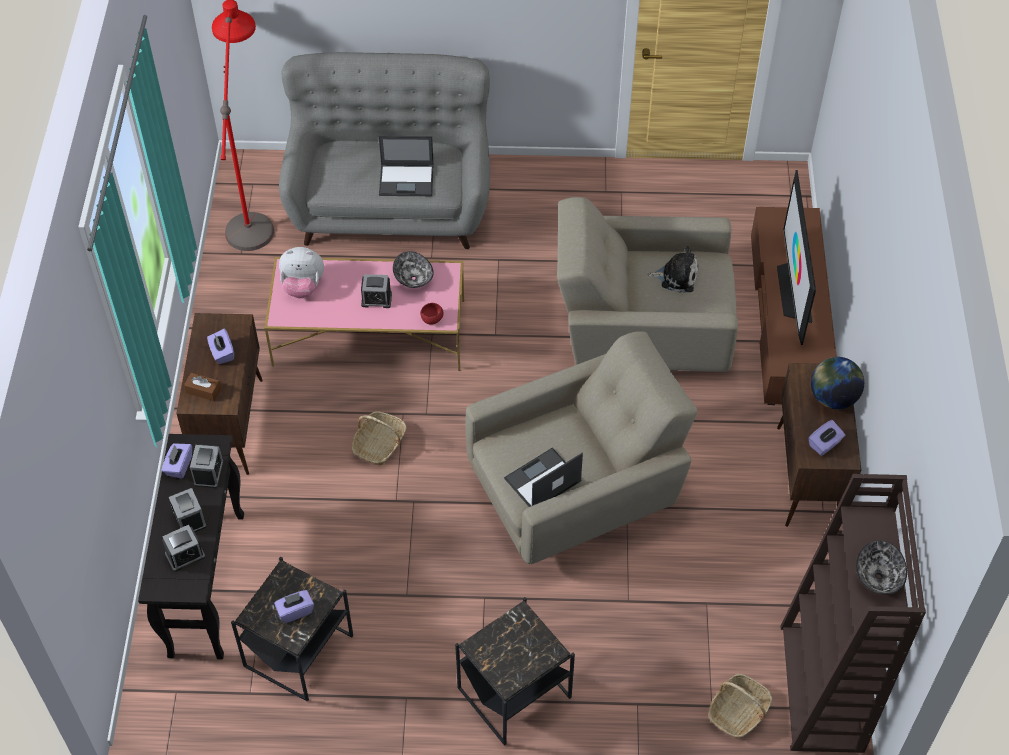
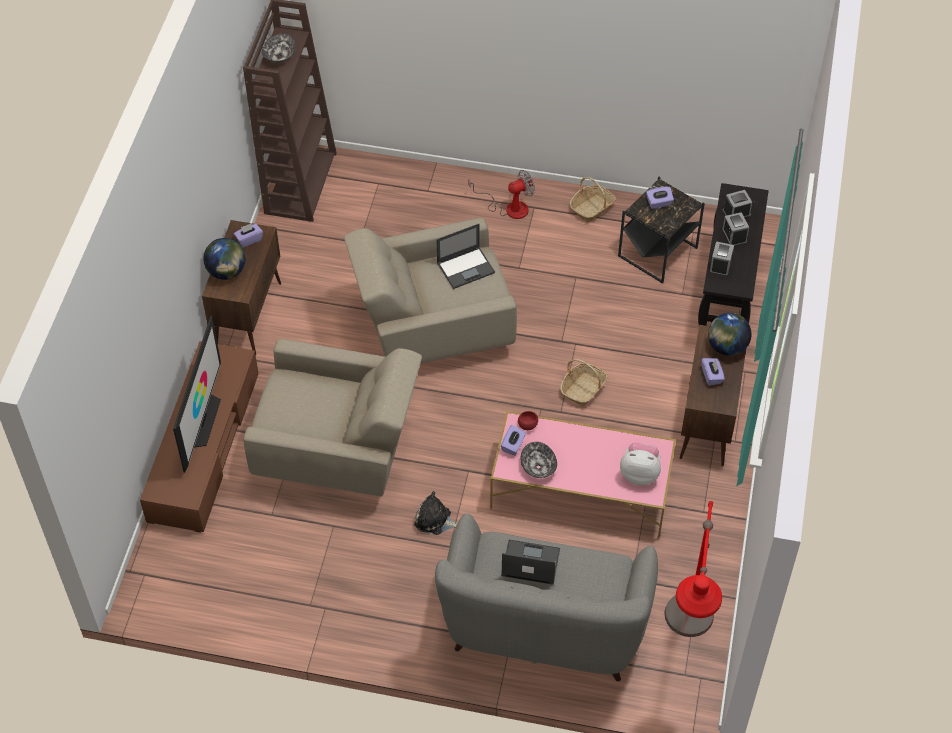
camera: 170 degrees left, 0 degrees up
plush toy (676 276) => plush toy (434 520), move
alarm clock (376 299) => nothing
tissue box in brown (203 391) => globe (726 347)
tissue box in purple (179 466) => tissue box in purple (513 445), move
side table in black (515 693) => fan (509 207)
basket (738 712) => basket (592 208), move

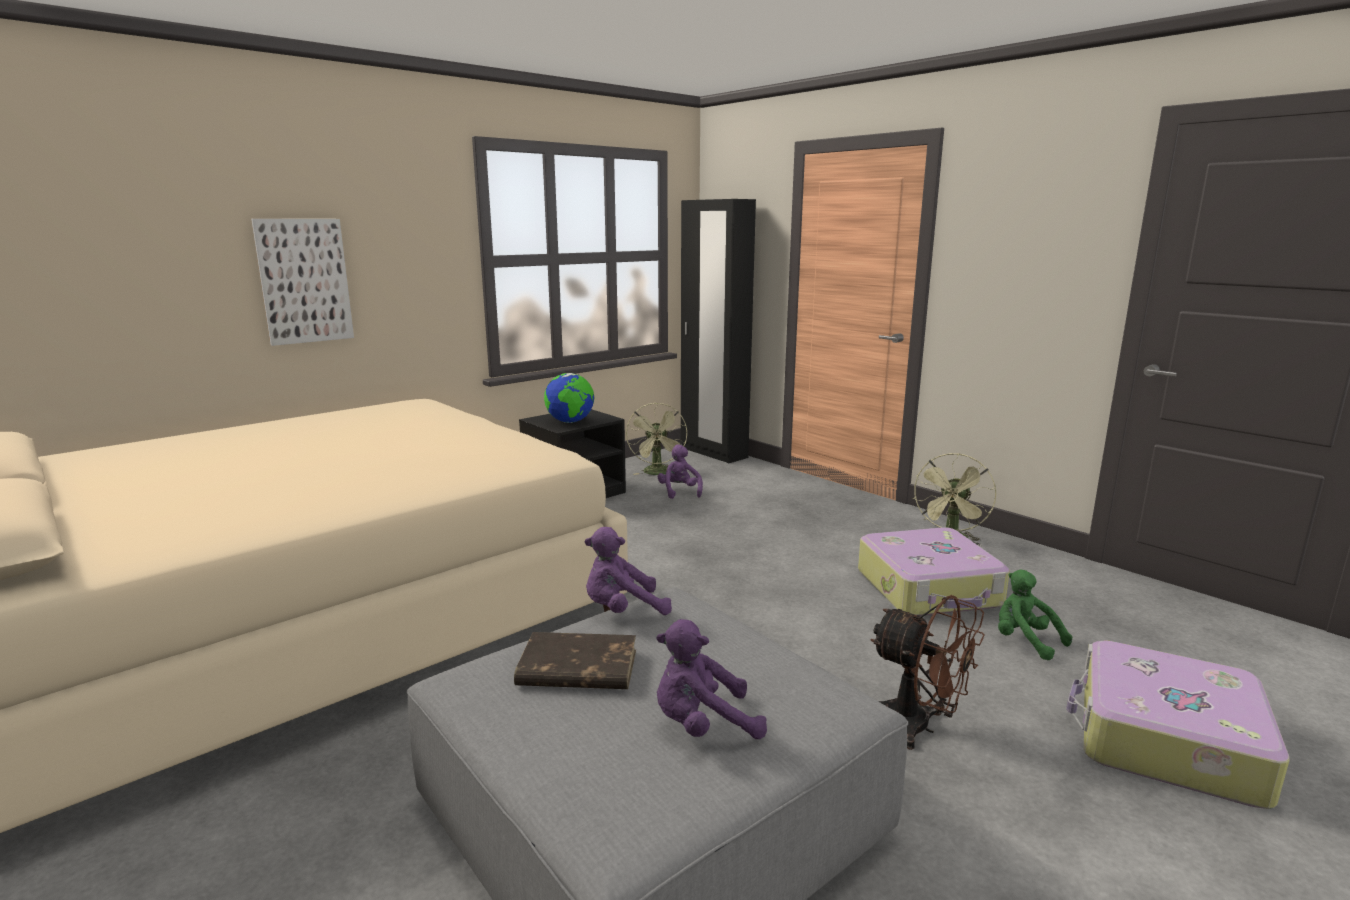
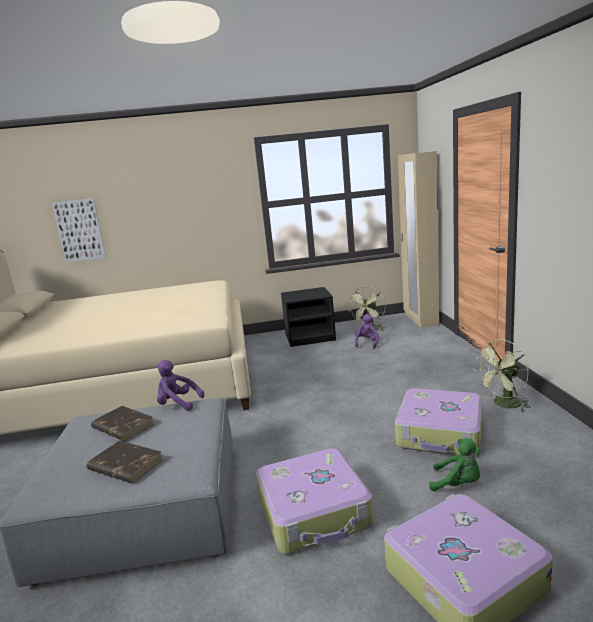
camera: 35 degrees right, 0 degrees up
wardrobe in black (713 453) => wardrobe in beige (420 320)
picture (304 281) => picture (79 230), move
globe (570 422) => nothing
plush toy in green (1025 641) => plush toy in green (458 484), 120 degrees clockwise
fan in brown (918 727) => suitcase (315 512)
plush toy in purple (702 725) => book in brown (125 465)

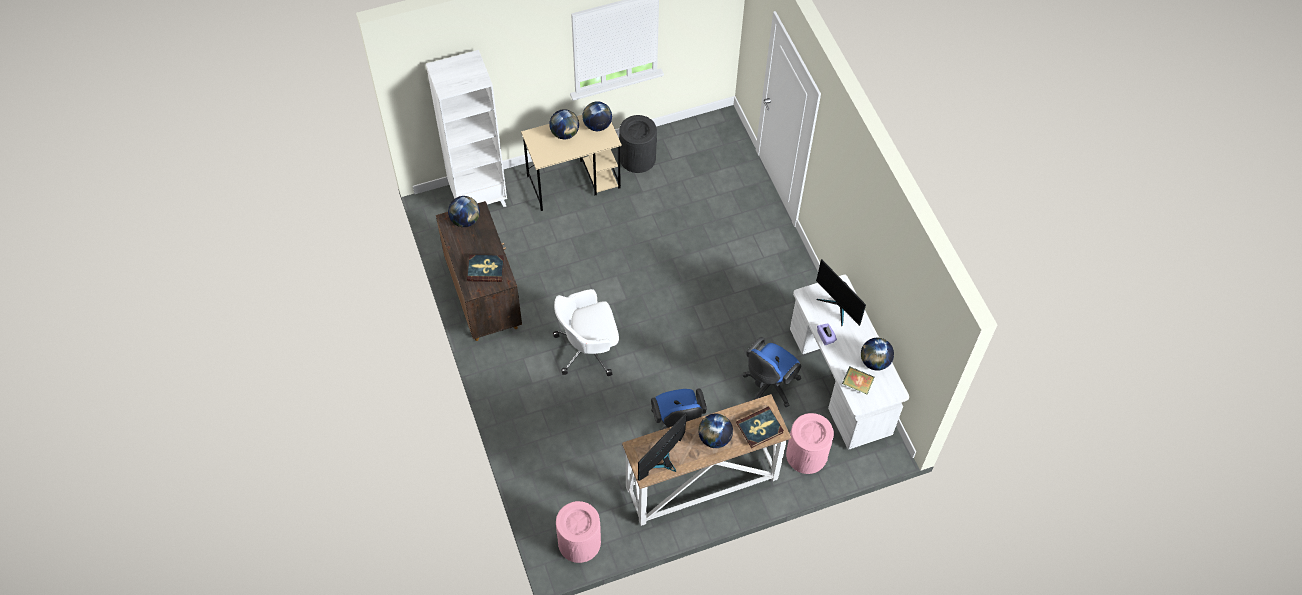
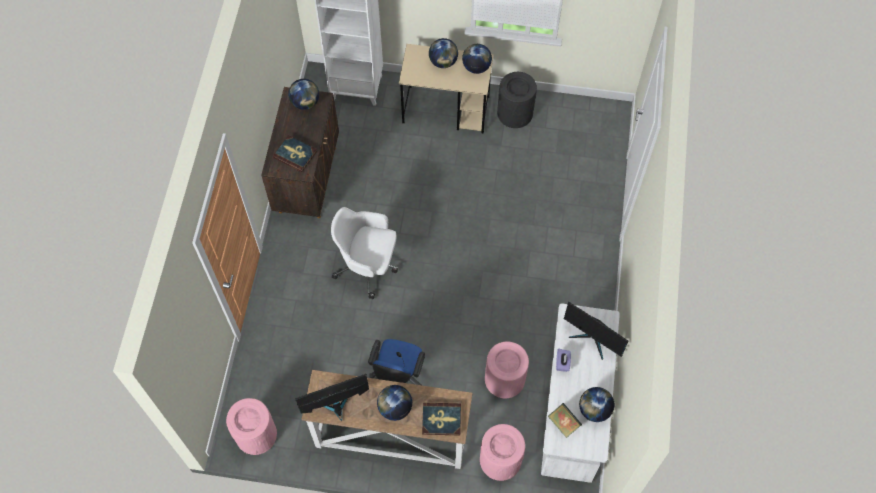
camera: 30 degrees right, 5 degrees up
monitor (838 306) => monitor (592 339), 45 degrees counterclockwise
office chair in blue (768 387) => trash can in pink (504 379)

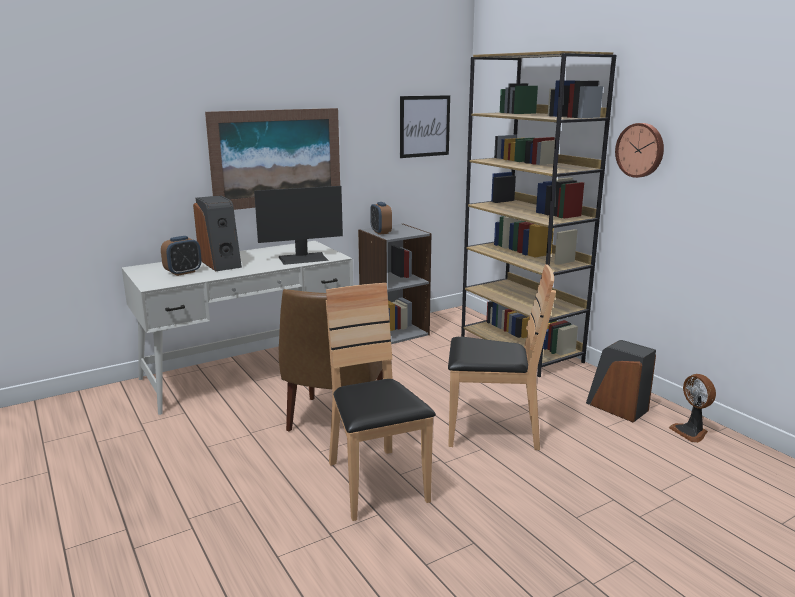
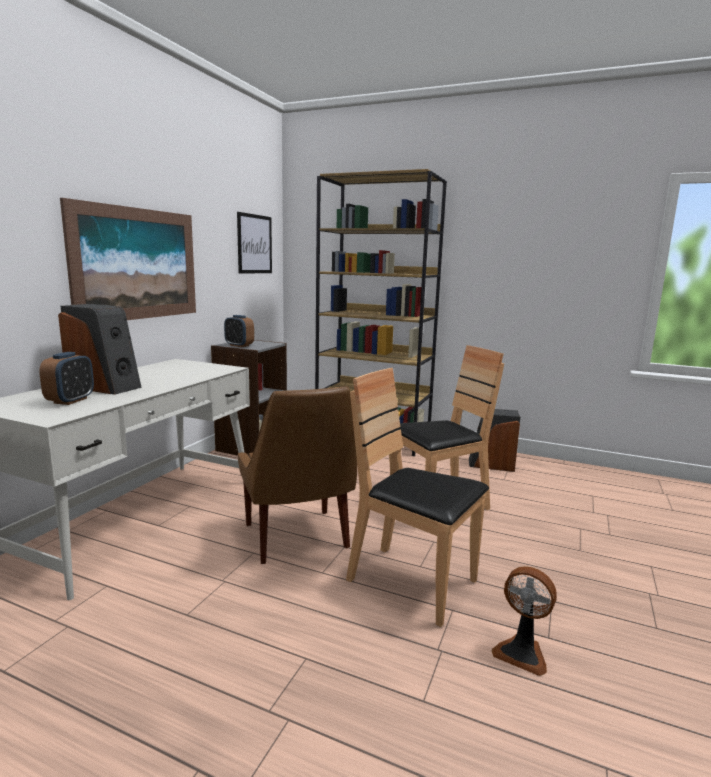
camera: 35 degrees left, 5 degrees down
wall clock (640 150) => nothing
monitor (303 258) => nothing
fan (691 432) => fan (522 652), move

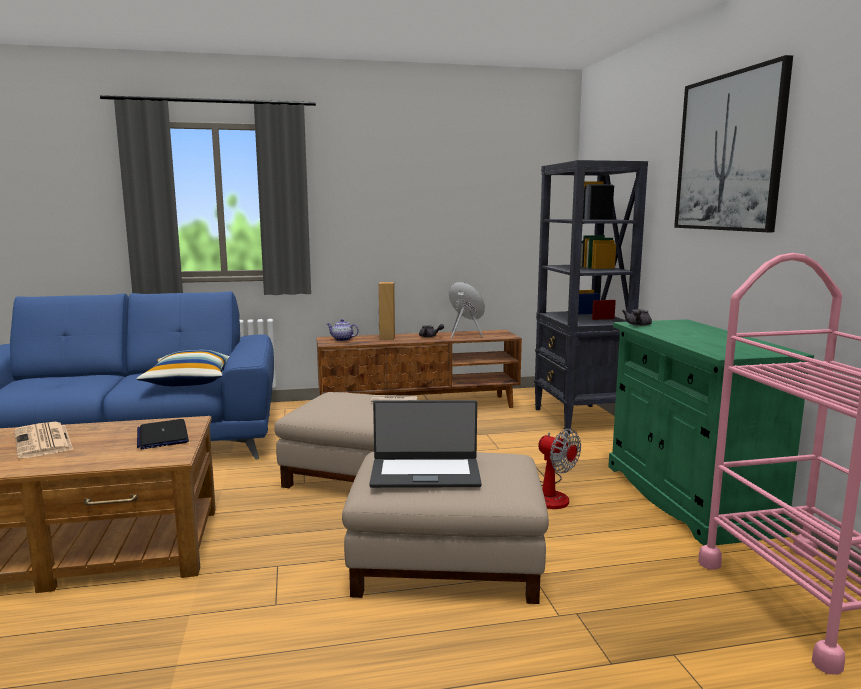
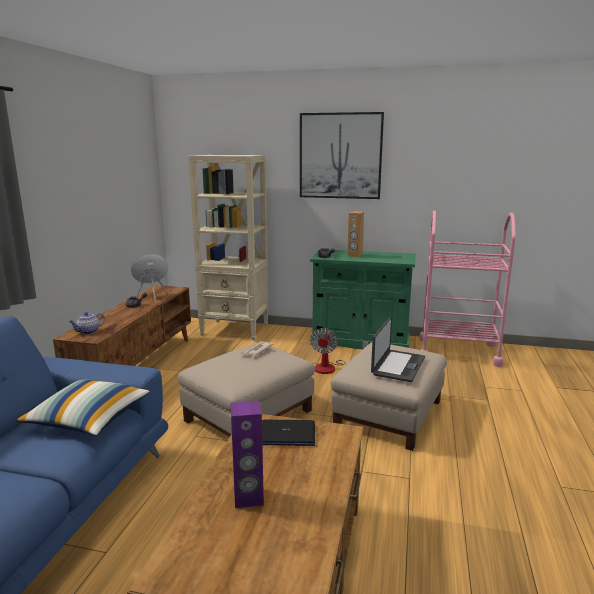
camera: 65 degrees left, 5 degrees up
bookcase in black (579 419) => bookcase in beige (235 330)
speaker in brown (387 338) => speaker in brown (355 256), move
newspaper (44 441) => speaker in purple (248 498)
fan (550 495) => fan (331 367), 120 degrees clockwise

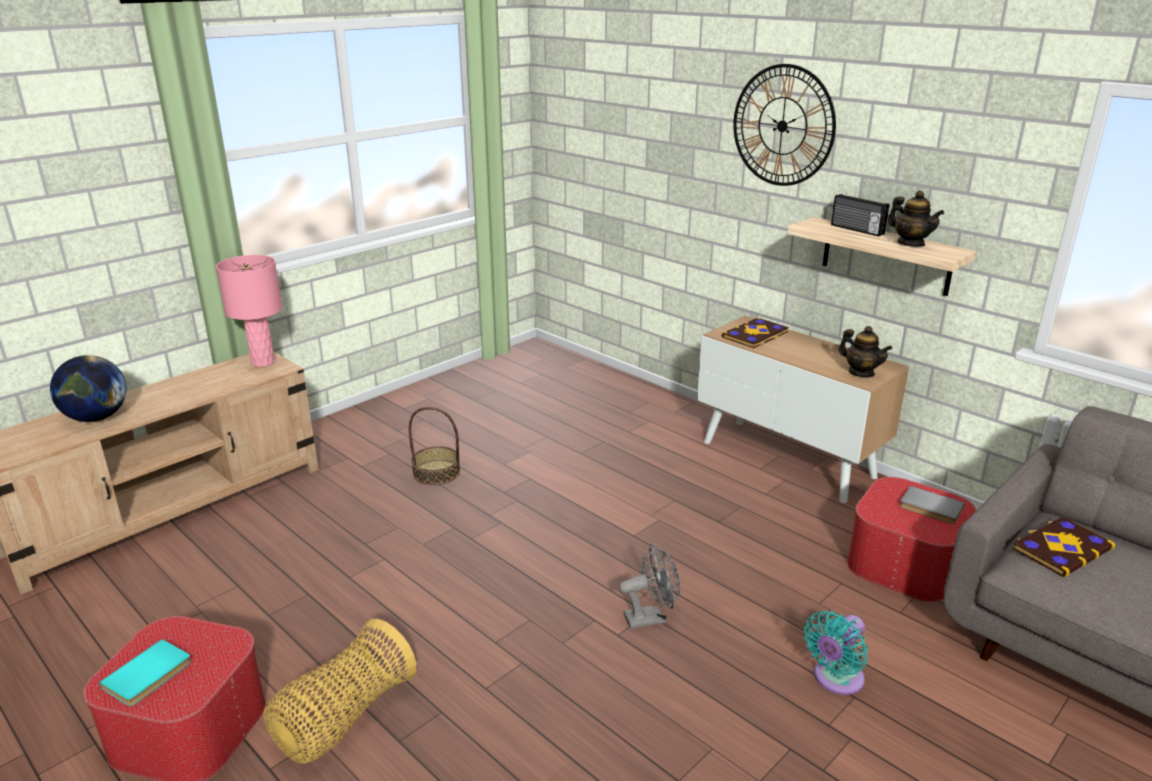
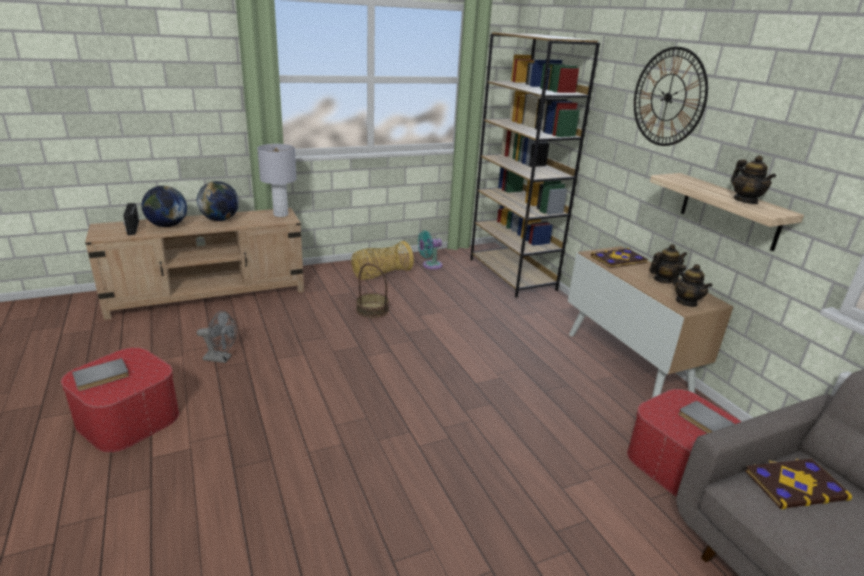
camera: 20 degrees right, 0 degrees up
radio (856 230) => radio (132 228), move
table lamp in pink (263 362) => table lamp in grey (281 214)
fan in grey (651 617) => fan in grey (221 358), move
fan in turquoise (835 679) => fan in turquoise (430 265), move
basket (343 719) => basket (381 274), move
book in turquoise (149 675) => book in grey (101 377)
nothing => bookcase in brown (512 274)
nothing => globe (220 219)
nothing => teapot (663 280)

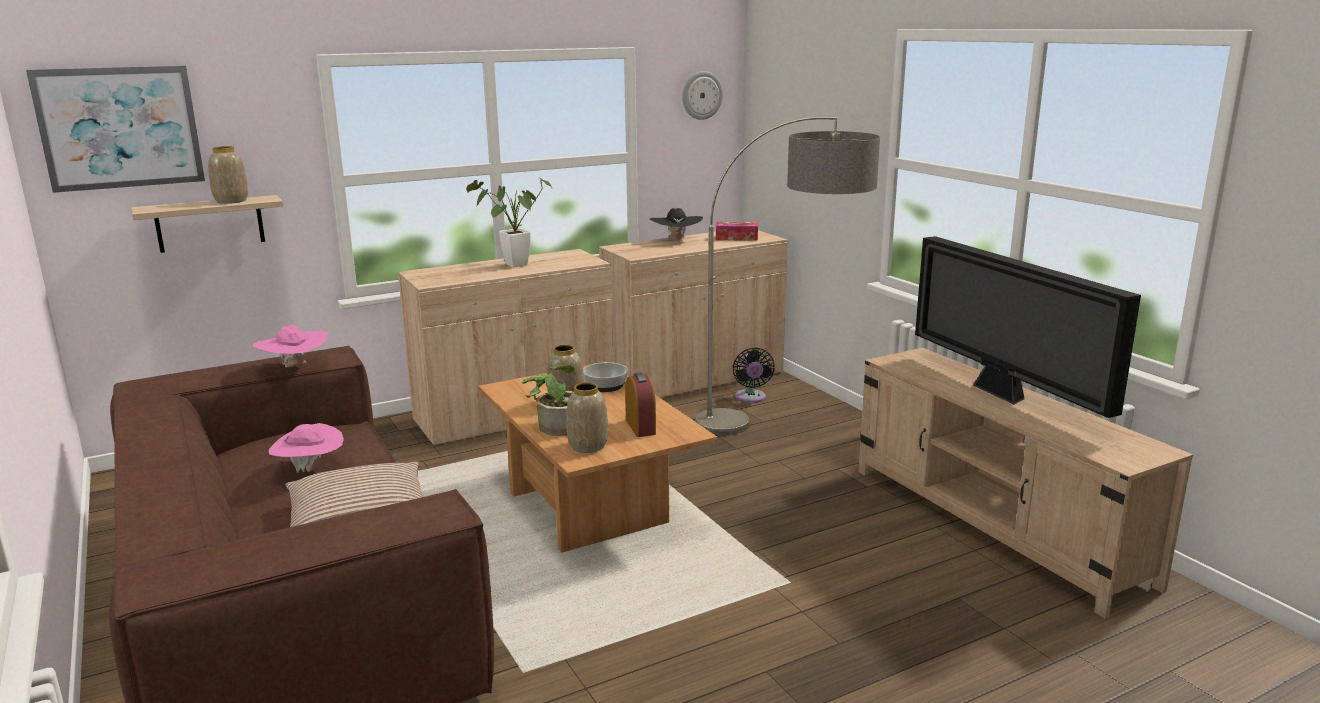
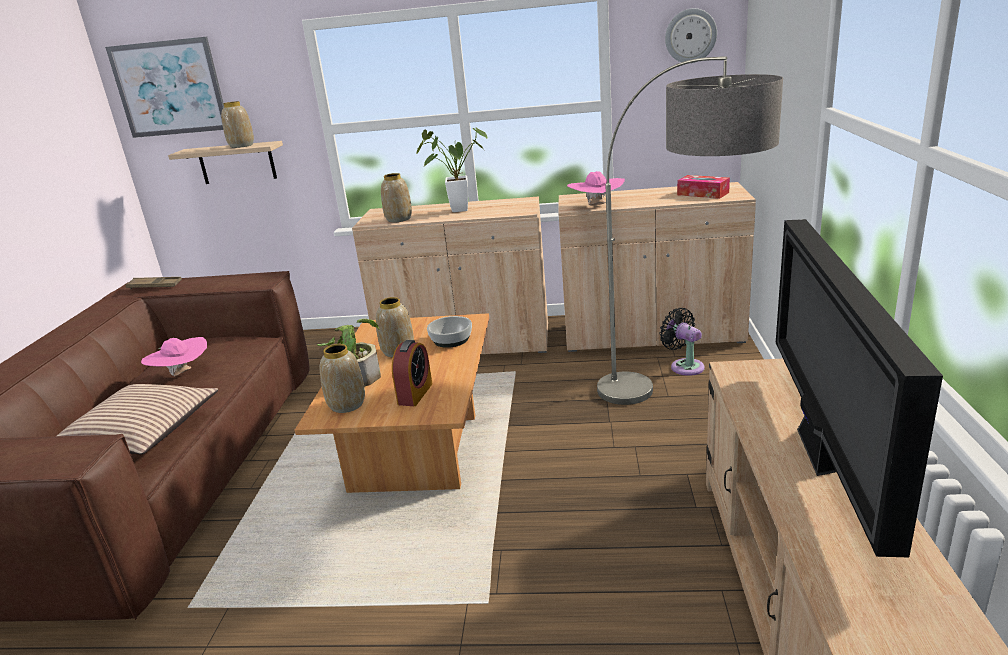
camera: 35 degrees right, 5 degrees up
hat in black (676 240) => nothing
hat in pink (295 368) => hat in pink (596 206), move
fan in black (750 398) => fan in black (684 366), 120 degrees clockwise
nothing => vase (399 219)
nothing => tray in brown (155 286)

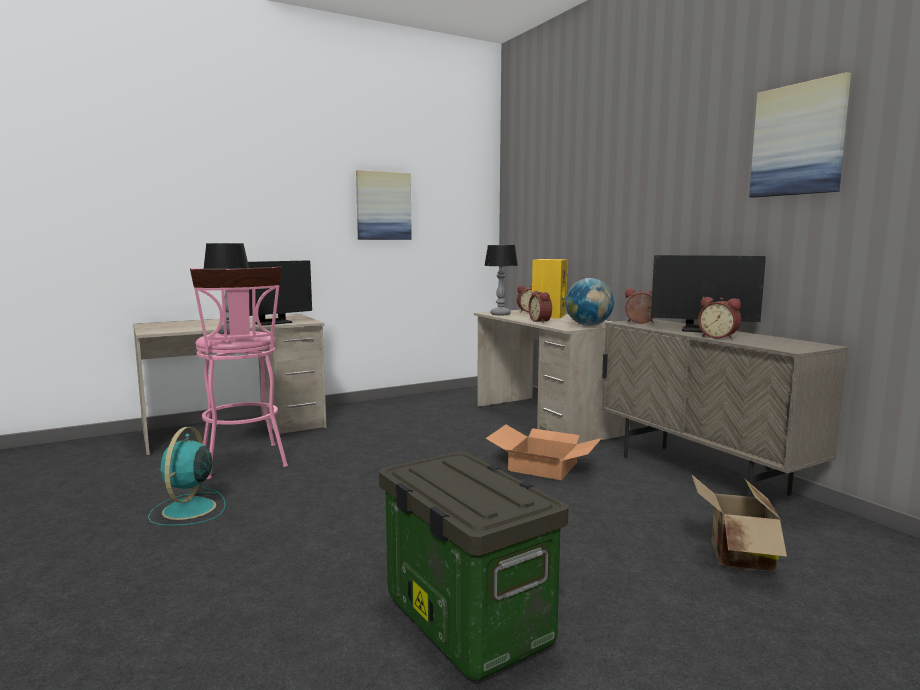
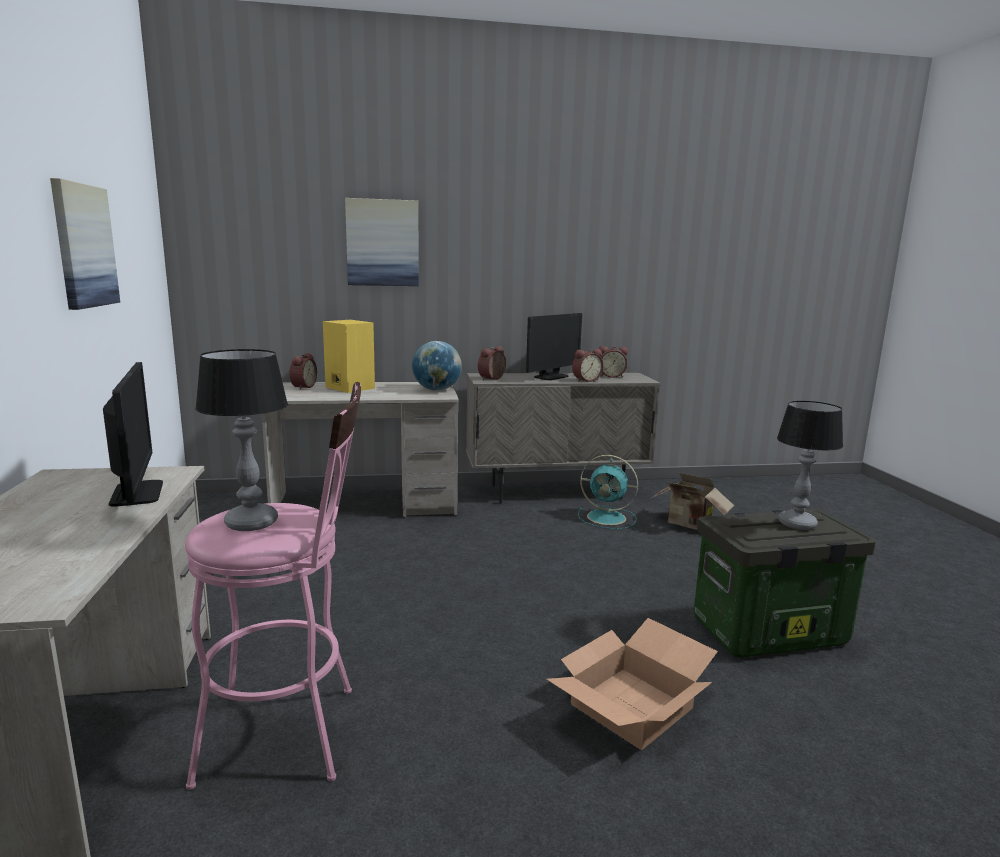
camera: 70 degrees left, 5 degrees up
picture (798 140) => picture (382 243), move
table lamp (500 314) => table lamp (797 524), move
alarm clock (541 321) => alarm clock (611 376), move
cardboard box (544 466) => cardboard box (631 704), move
fan in turquoise (188 510) => fan in turquoise (608 518), move

